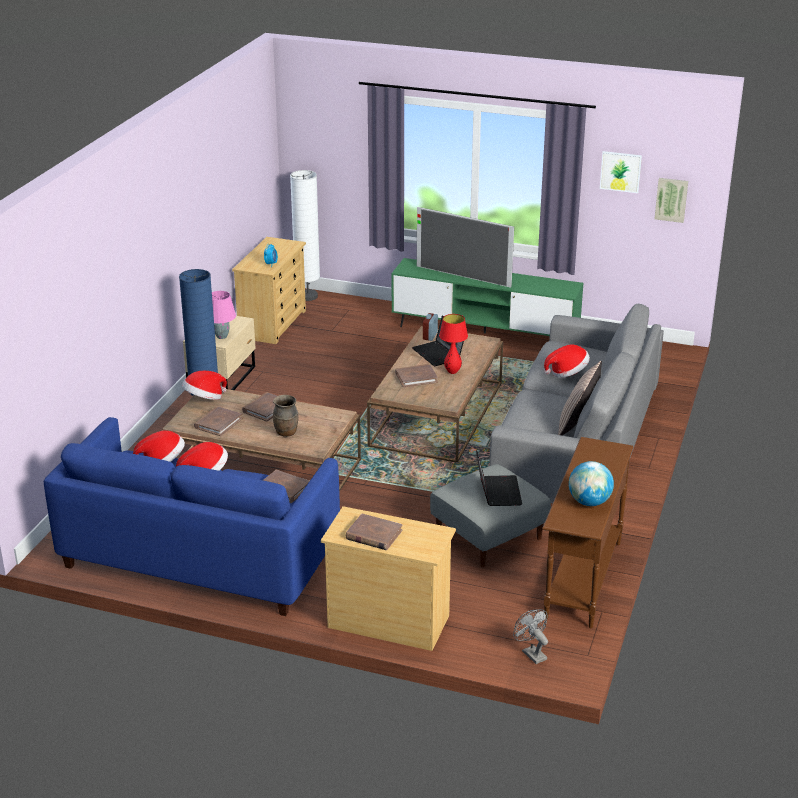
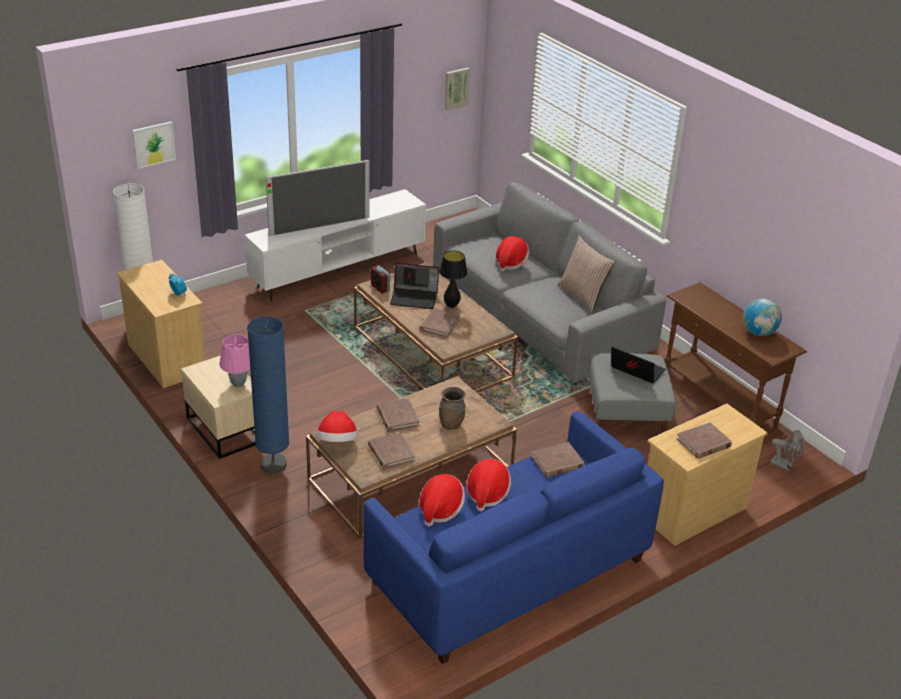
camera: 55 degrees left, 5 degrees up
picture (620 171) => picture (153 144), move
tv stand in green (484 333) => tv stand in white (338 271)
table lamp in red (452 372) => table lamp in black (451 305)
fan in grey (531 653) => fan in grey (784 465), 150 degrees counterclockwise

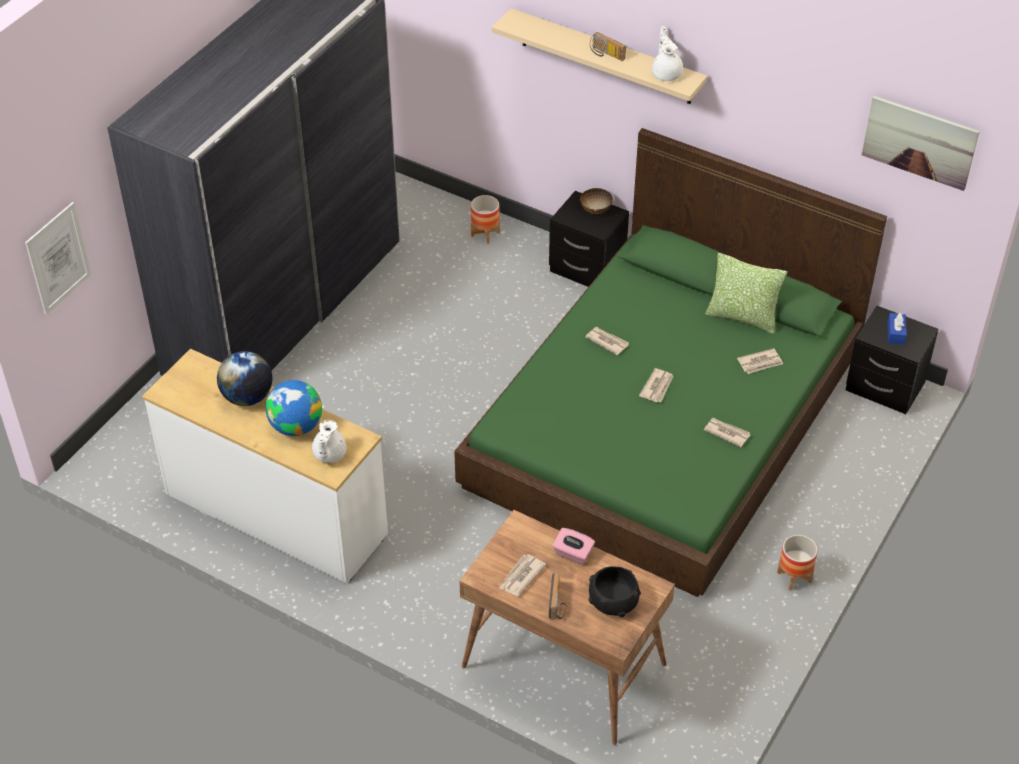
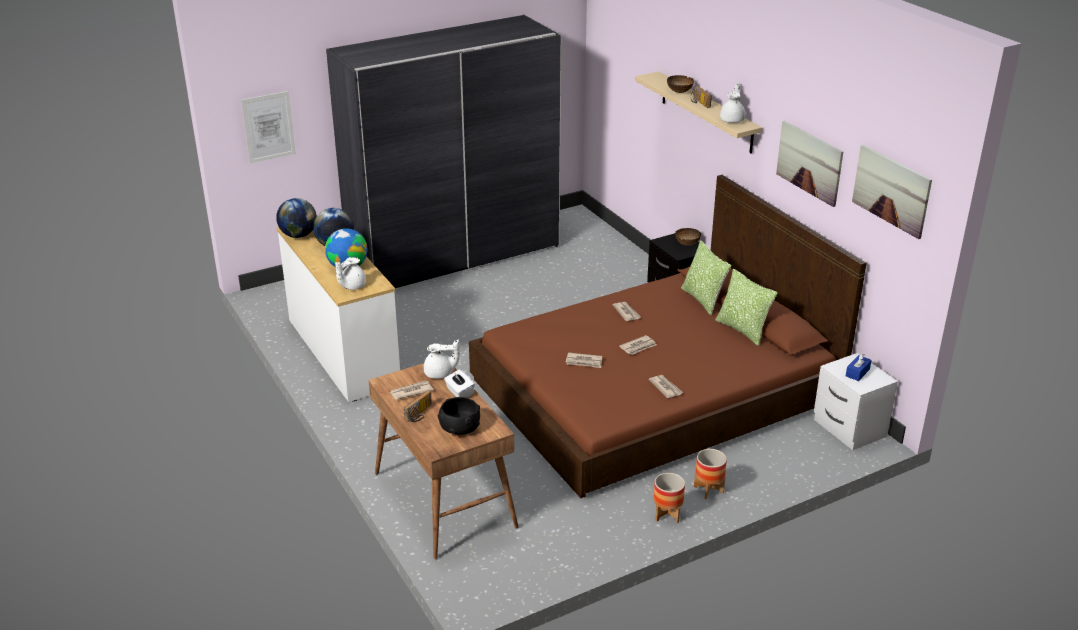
camera: 30 degrees right, 15 degrees down
bed in green (665 418) => bed in brown (655 390)
planter (485 234) => planter (708 489), move
nightstand in black (884 388) => nightstand in white (848 428)
newspaper (760 363) => newspaper (584 362), move
tissue box in pink (573 554) => tissue box in white (459 392)
nothing => bowl (679 92)
nothing => picture (809 163)
nothing => globe (298 235)
nothing => pillow (703 300)
nothing => teapot in white (440 374)

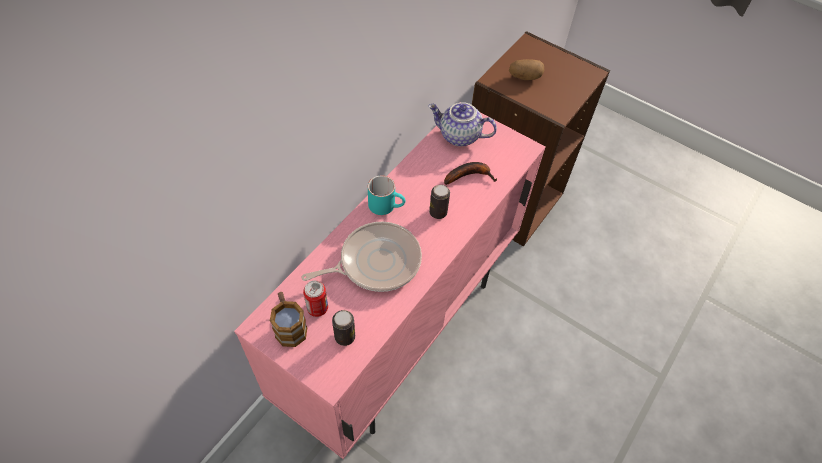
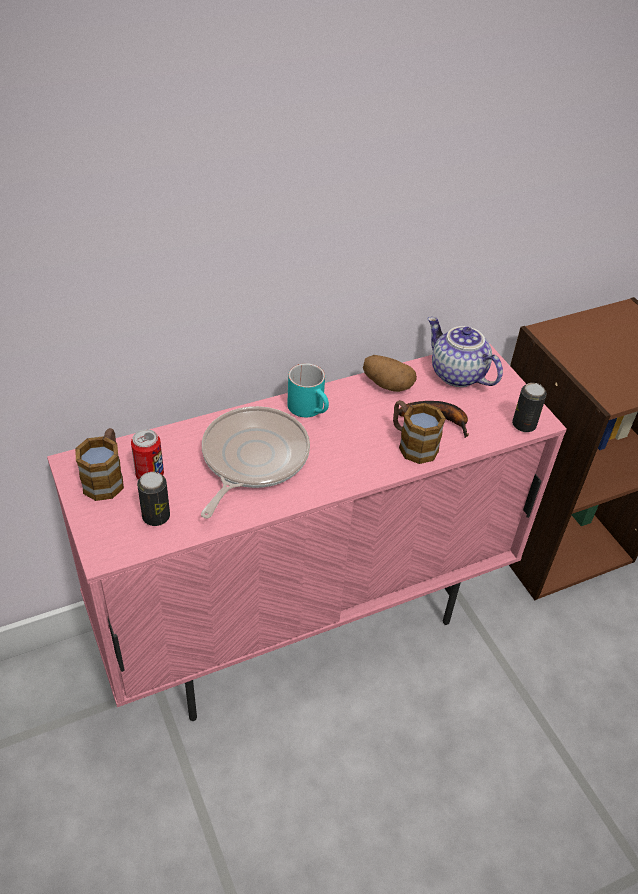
camera: 30 degrees right, 10 degrees down
potato (525 77) => potato (386 384), move
can (438 212) => can (524 425), move
frying pan (375 262) => frying pan (252 459), 75 degrees counterclockwise
nothing => mug (412 444)

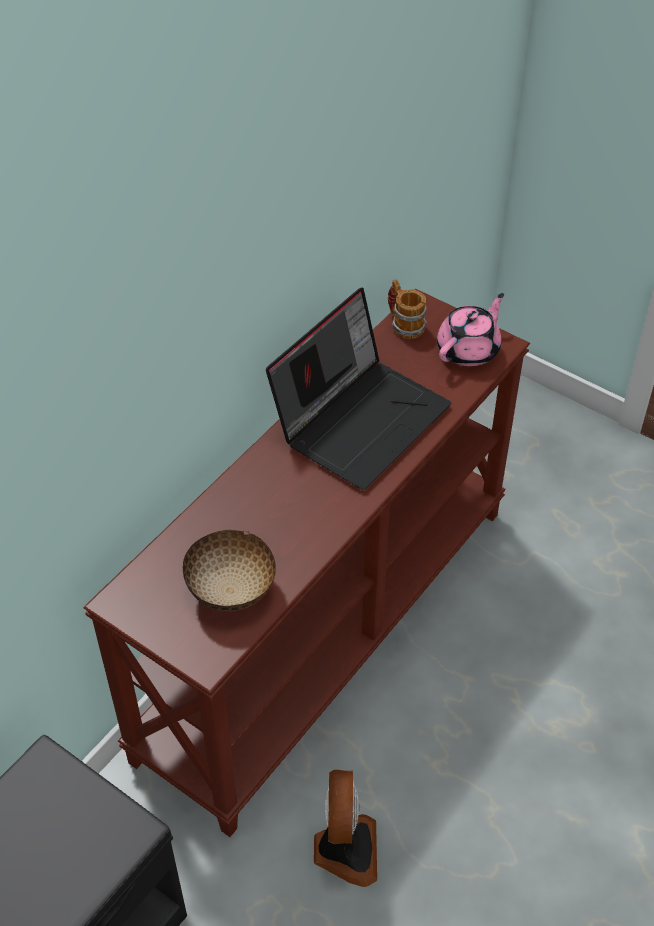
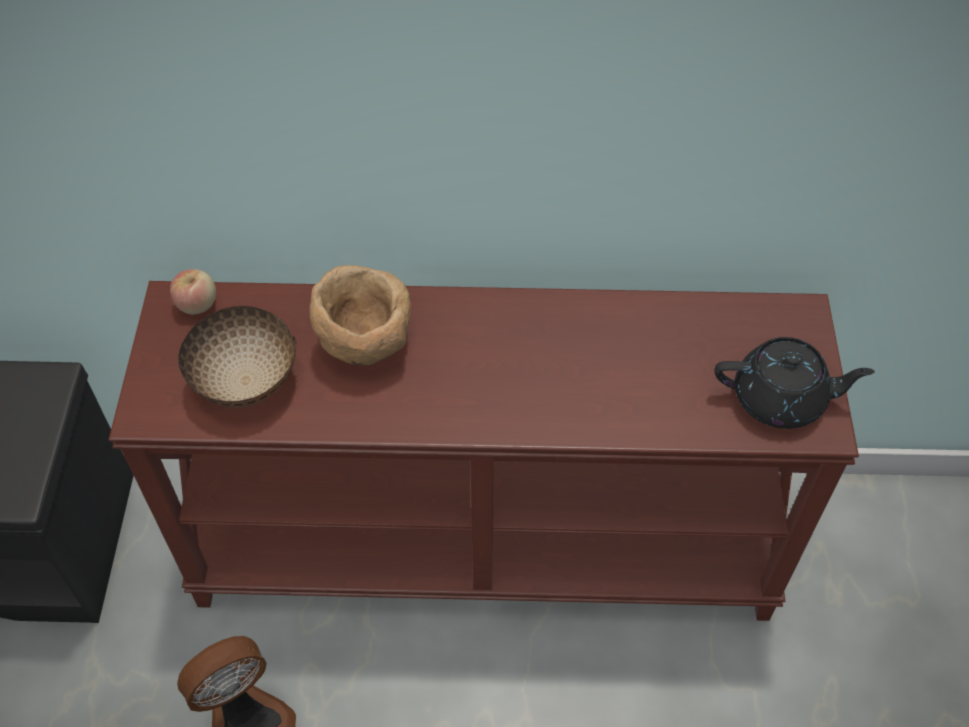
camera: 55 degrees right, 5 degrees up
mug (404 324) => nothing
laptop (361 419) => nothing
teapot in pink (469 349) => teapot in black (780 399)
nothing => bowl in brown (365 344)
nothing => apple (197 304)

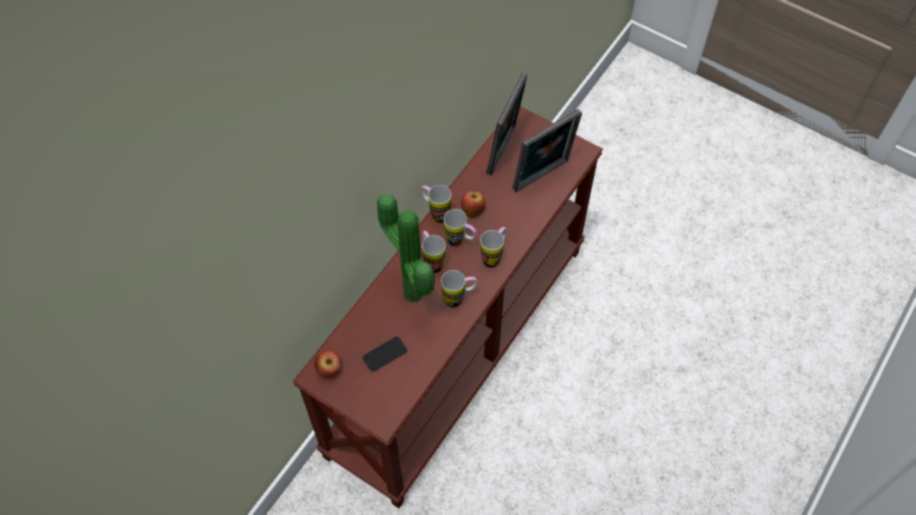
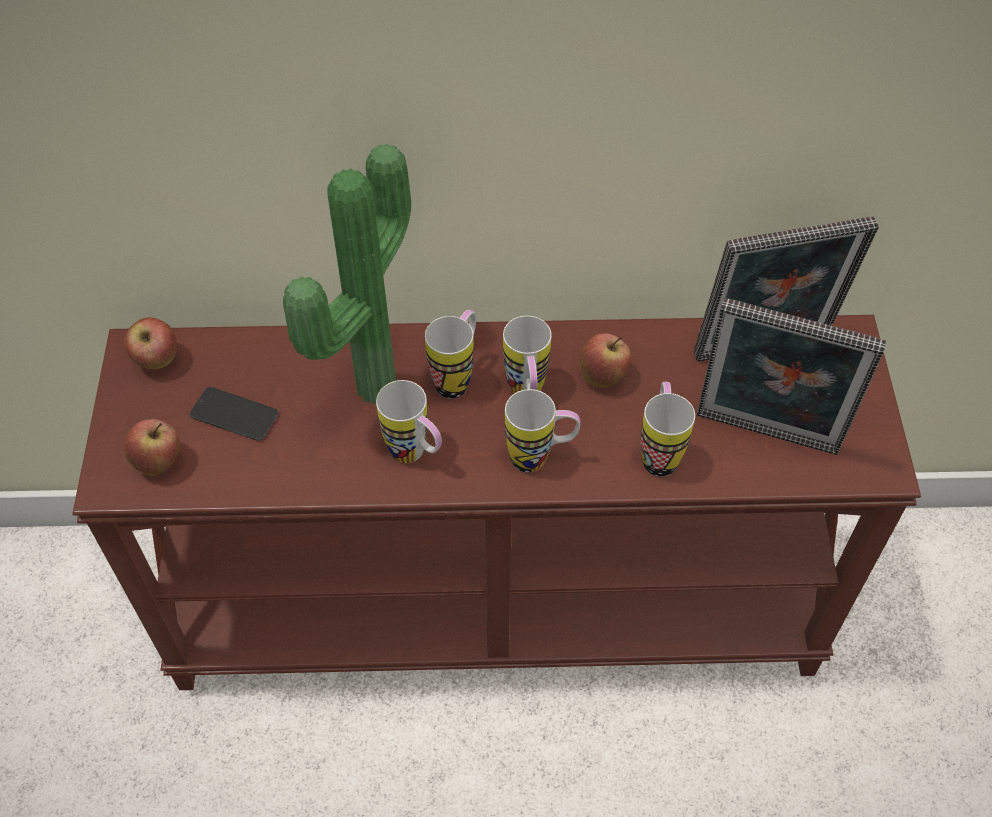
camera: 55 degrees right, 5 degrees down
mug (435 213) => mug (659 451), move
nothing => apple (159 462)

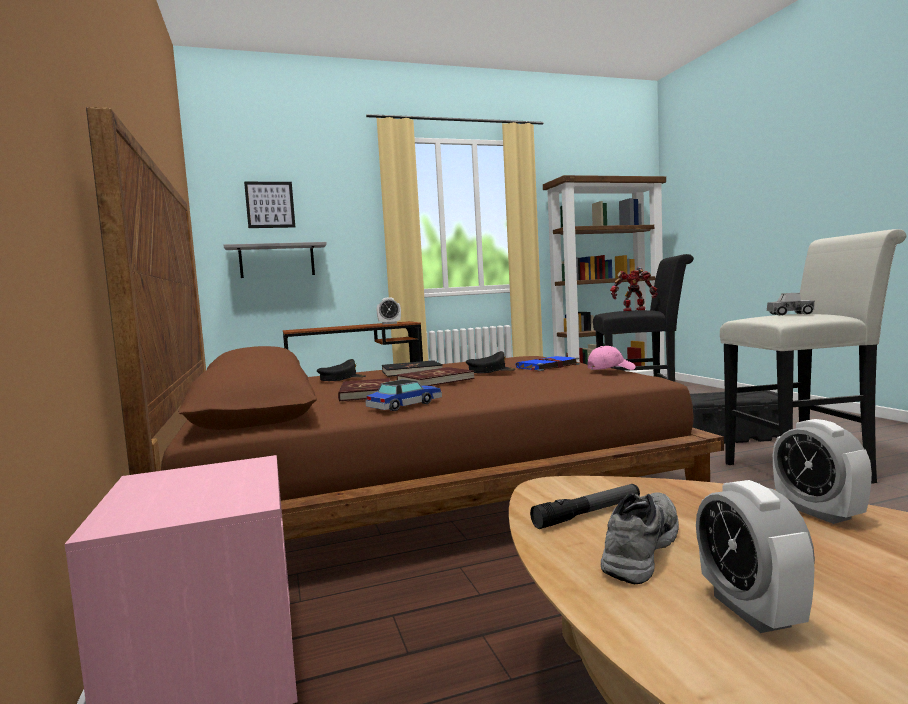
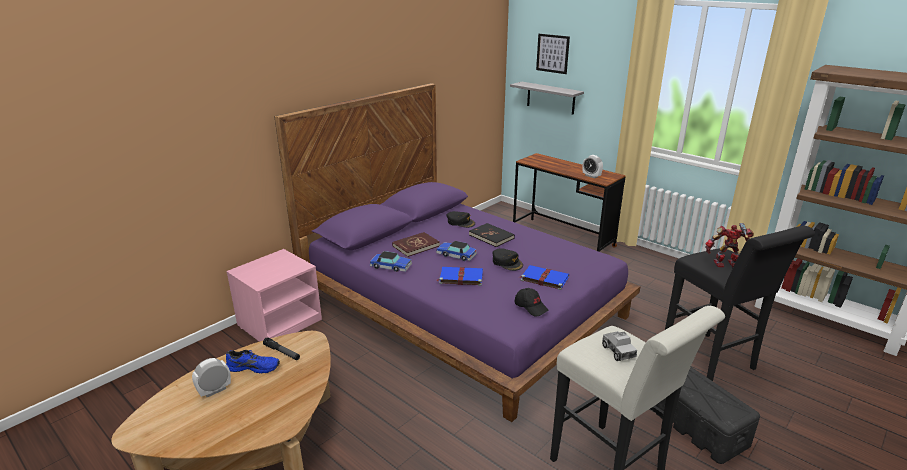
camera: 60 degrees right, 20 degrees up
bed in brown (424 484) => bed in purple (463 306)
toy robot (634 310) => toy robot (726 265), 60 degrees counterclockwise
cap in pink (610 369) => cap in black (531 307)
book in red (435 380) => toy car (456 255)
alarm clock (818 512) => nothing
shoe in grey (637 547) => shoe in blue (254 366)
nothing => book in blue (460 277)

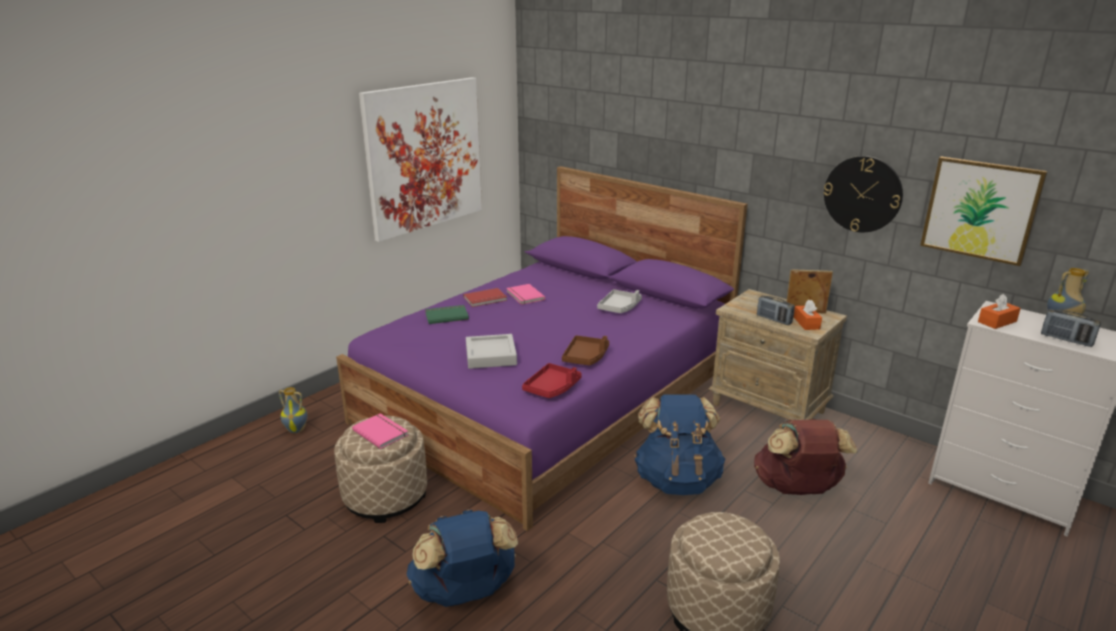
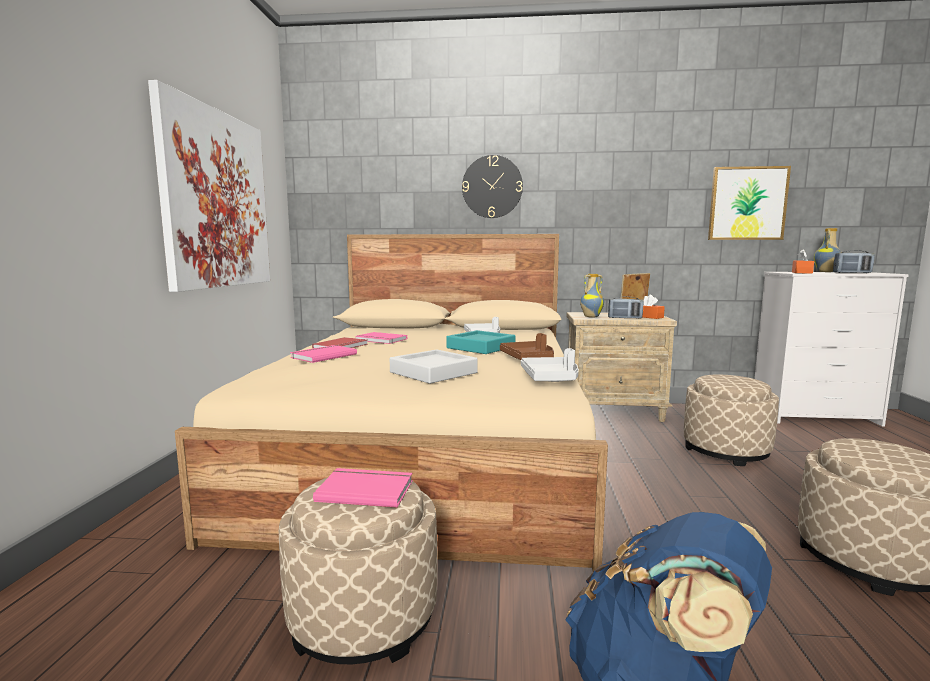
camera: 35 degrees left, 15 degrees down
wall clock (862 194) => wall clock (492 187), move
bed in purple (549 398) => bed in beige (432 450)
book in green (446 315) => book in pink (322 356)
tray in red (552 388) => tray in grey (551 378)
vase (297 429) => vase (591 316), move
backpack in blue (677 480) => nothing
backpack in brown (797 489) => ottoman in beige (726 450)
nothing => tray in turquoise (481 347)

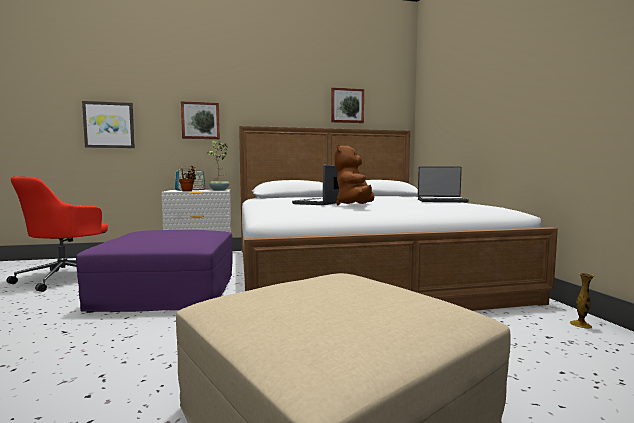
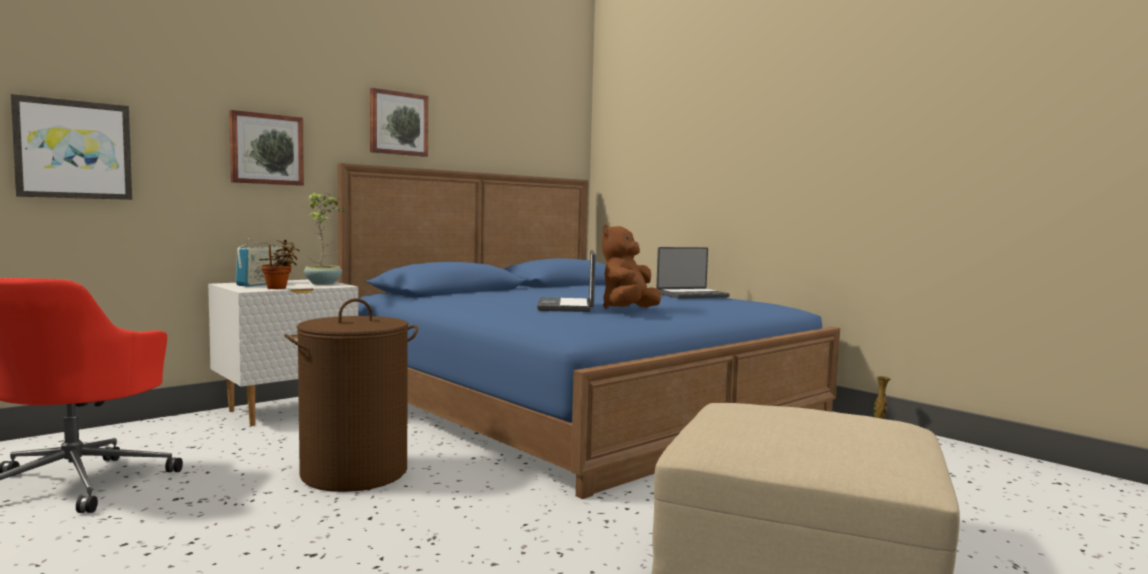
camera: 30 degrees left, 0 degrees up
picture (347 105) => picture (398 123), move
bed in white (356 270) => bed in blue (578 403)
plush toy in brown (355 205) => plush toy in brown (628 310), 45 degrees clockwise
ottoman in purple (168 292) => laundry basket in brown (354 473)

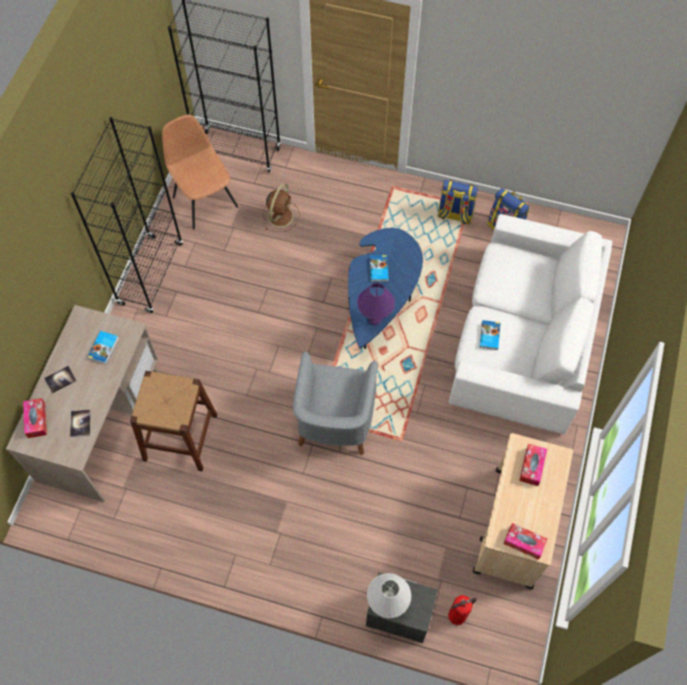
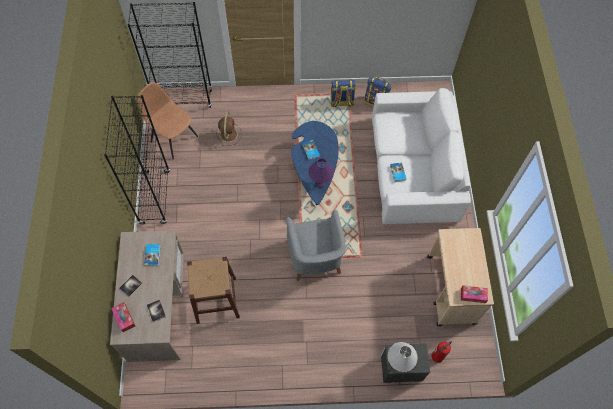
camera: 20 degrees left, 0 degrees up
tissue box (532 466) => nothing

